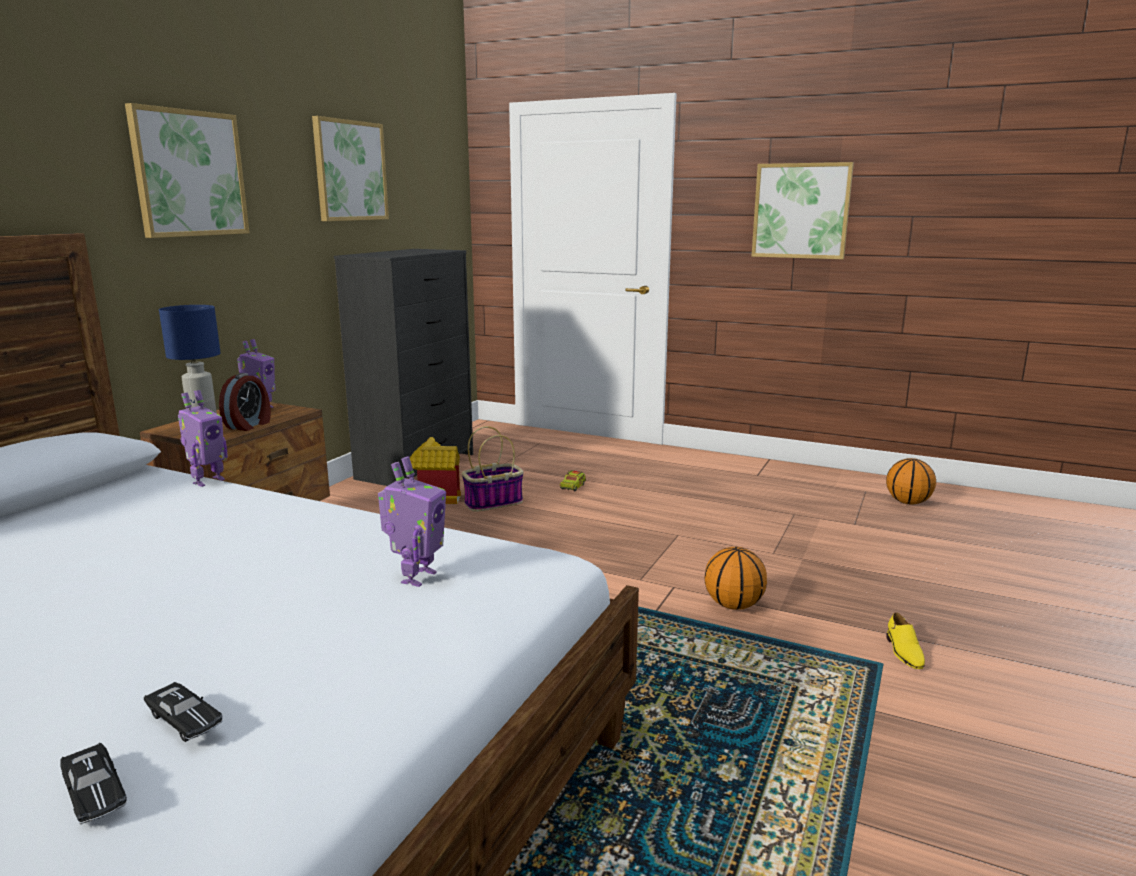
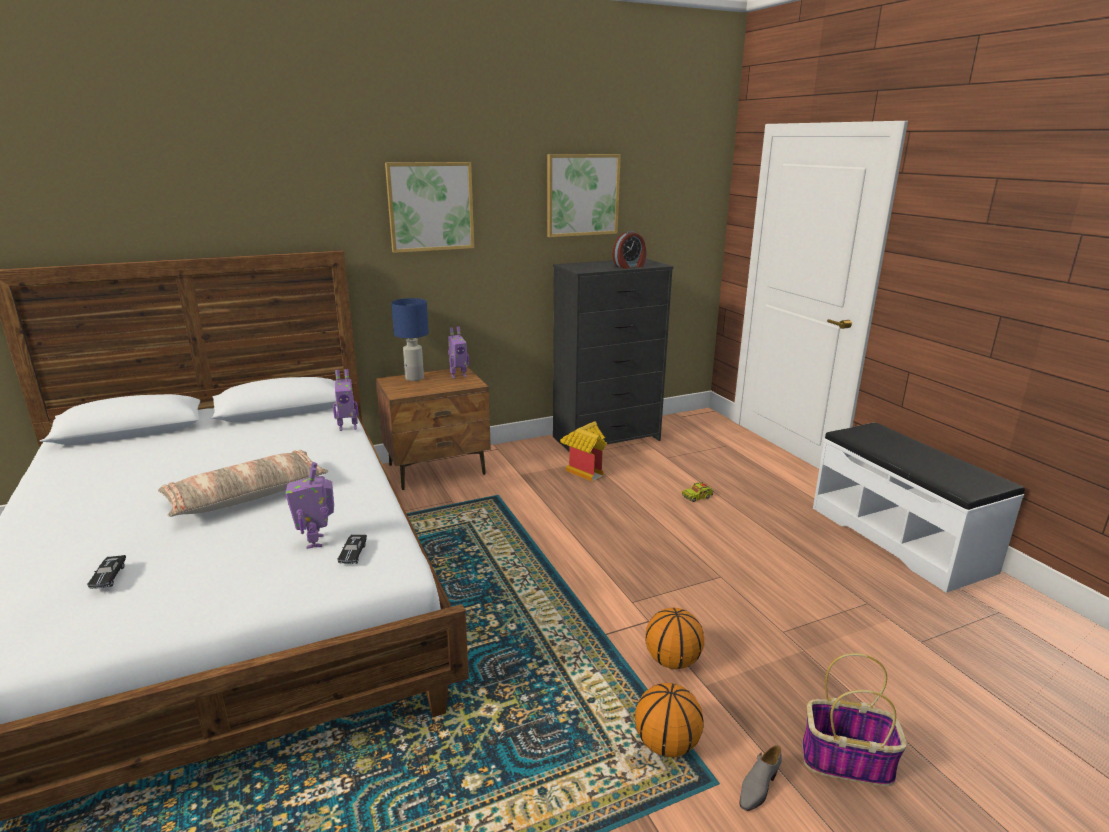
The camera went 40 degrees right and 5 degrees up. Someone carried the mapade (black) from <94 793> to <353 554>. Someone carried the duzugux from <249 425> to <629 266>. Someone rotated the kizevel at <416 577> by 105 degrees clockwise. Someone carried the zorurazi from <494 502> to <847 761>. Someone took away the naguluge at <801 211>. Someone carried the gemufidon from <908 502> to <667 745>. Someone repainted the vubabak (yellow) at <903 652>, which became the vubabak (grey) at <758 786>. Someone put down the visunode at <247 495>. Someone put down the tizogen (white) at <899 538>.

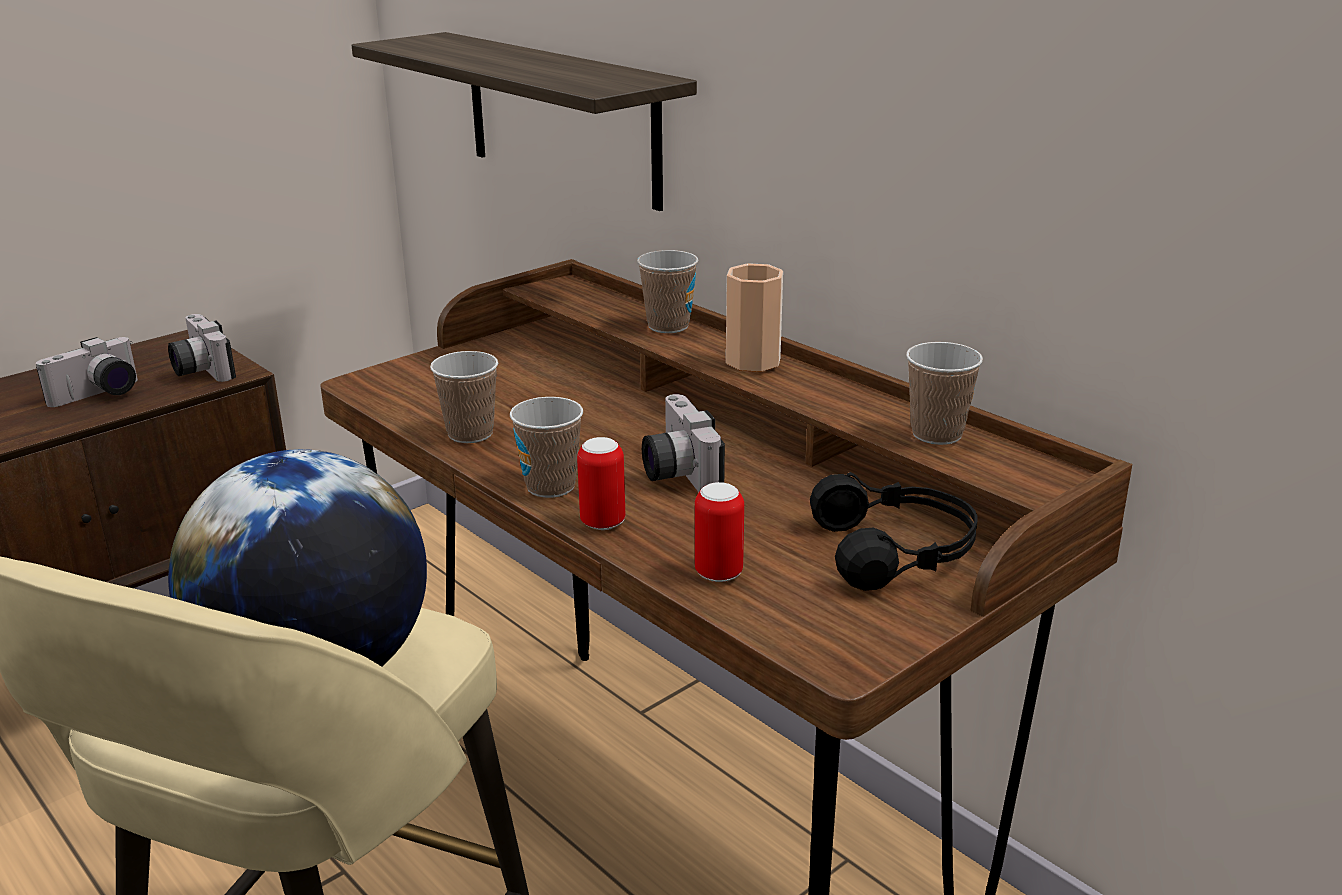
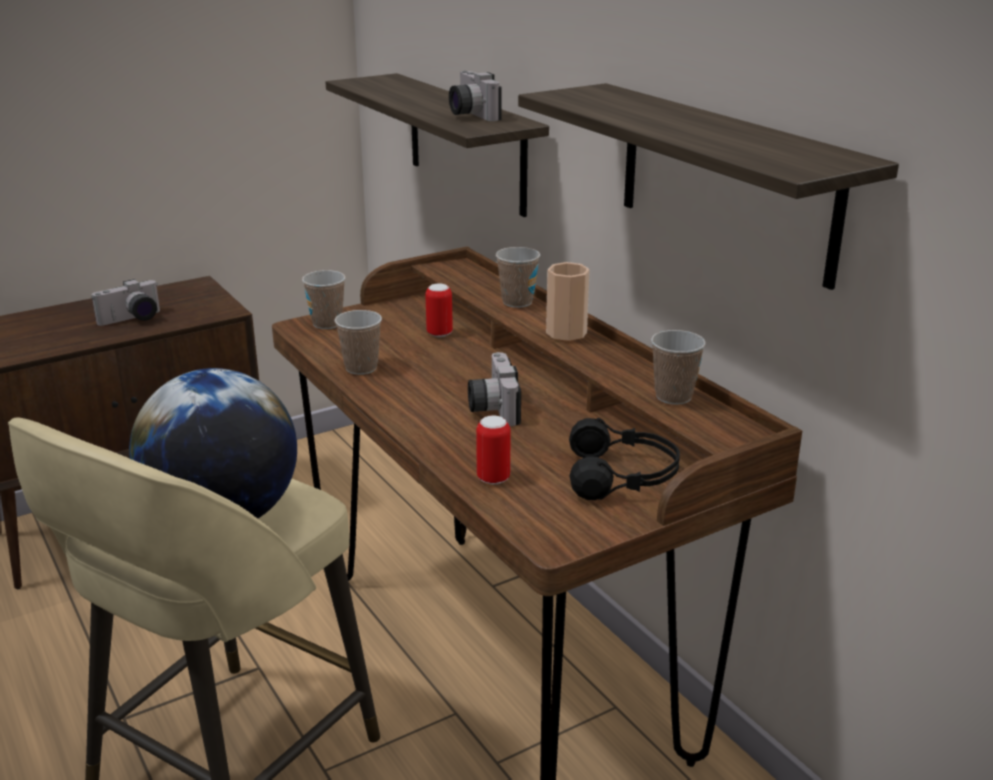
The camera went 10 degrees right and 0 degrees up. Someone carried the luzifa from <199 370> to <469 114>. Someone carried the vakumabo from <550 486> to <327 323>. Someone carried the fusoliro from <603 522> to <439 333>. Someone put up the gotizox at <725 181>.

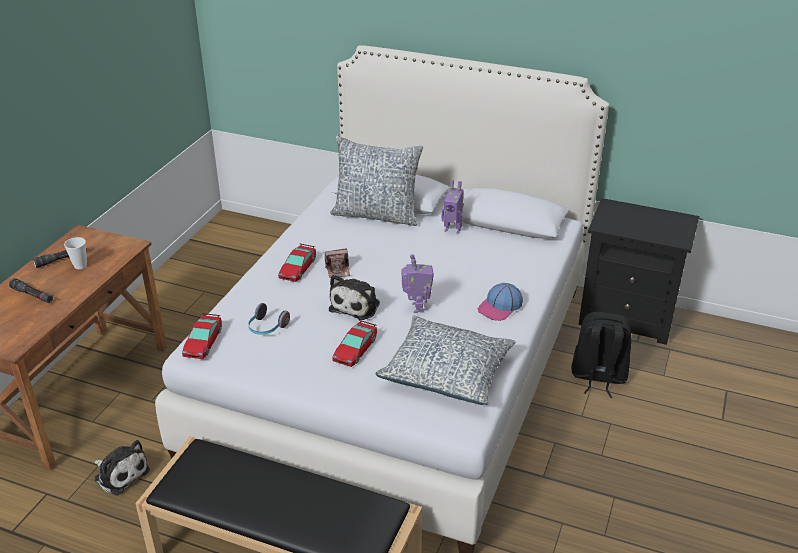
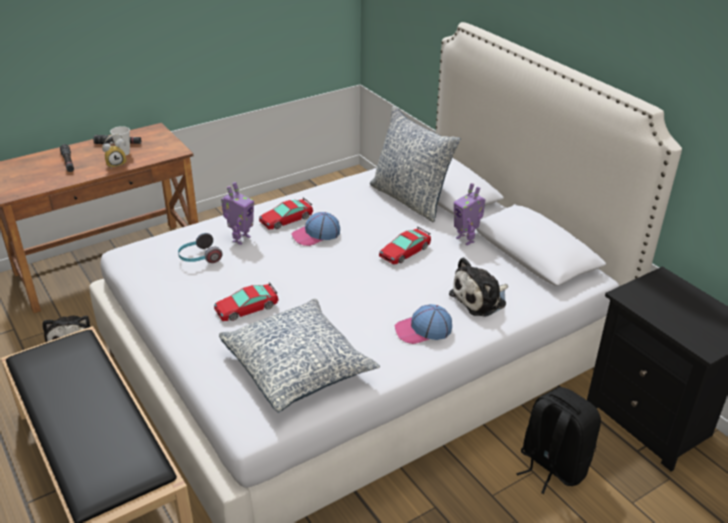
The camera went 35 degrees right and 0 degrees up. Someone carried the mapade from <203 342> to <405 251>. Someone swapped the luzifa at <338 271> for the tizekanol at <316 235>. Someone carried the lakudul from <356 305> to <480 299>. Someone carried the kizevel from <416 307> to <240 239>. Someone put down the duzugux at <116 164>.

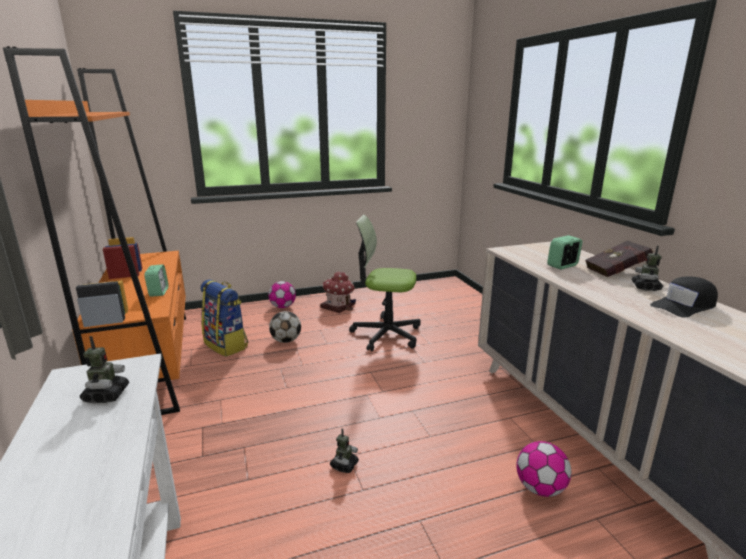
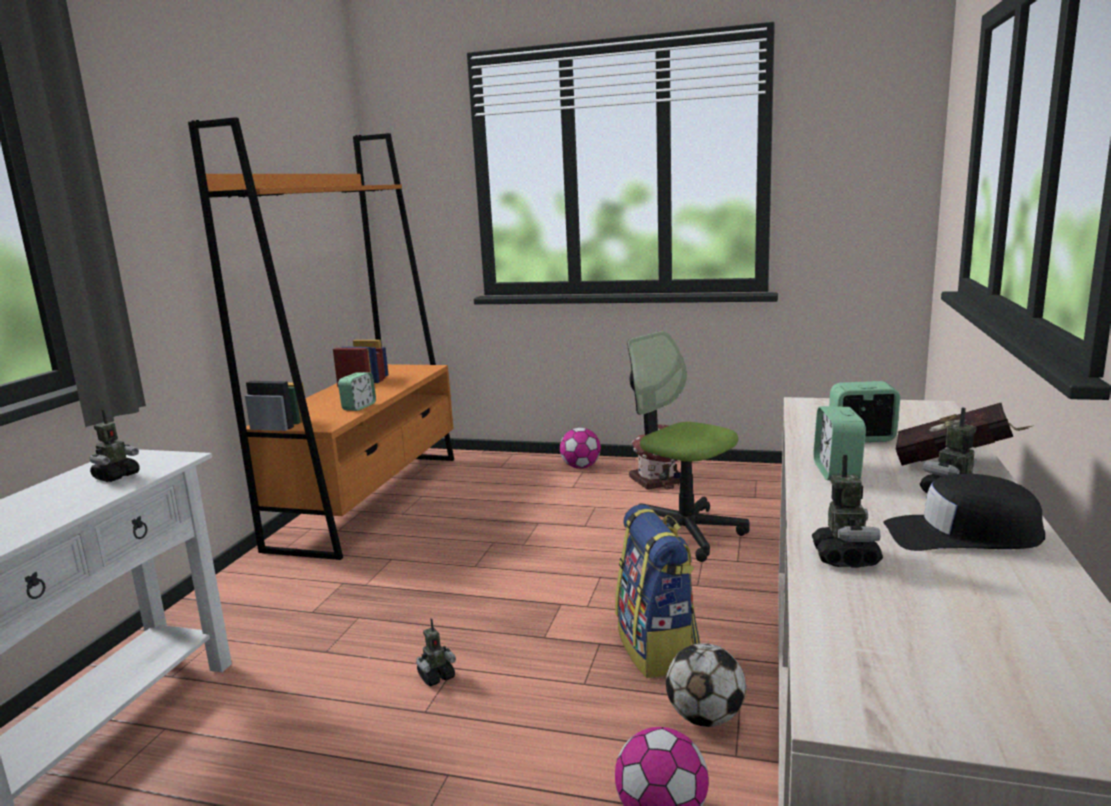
The camera went 35 degrees right and 5 degrees down. Someone carried the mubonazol from <226 345> to <658 649>. Someone carried the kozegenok from <286 341> to <705 717>. Someone put down the kizevel at <845 557>. Someone put down the duzugux at <837 472>.

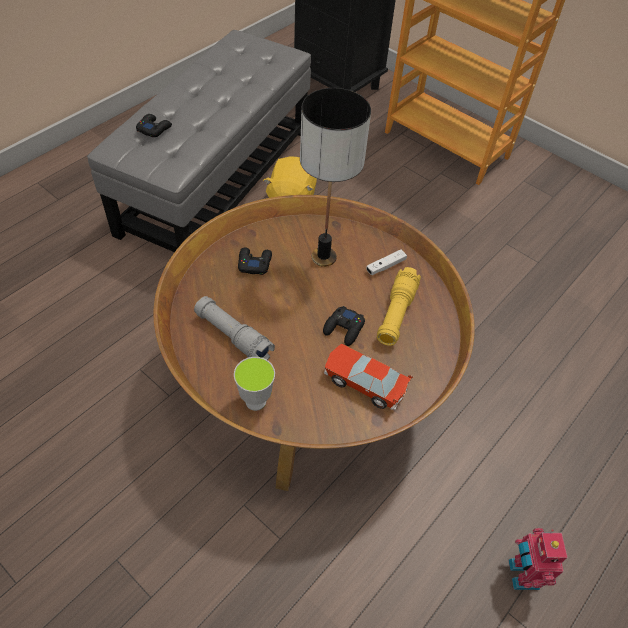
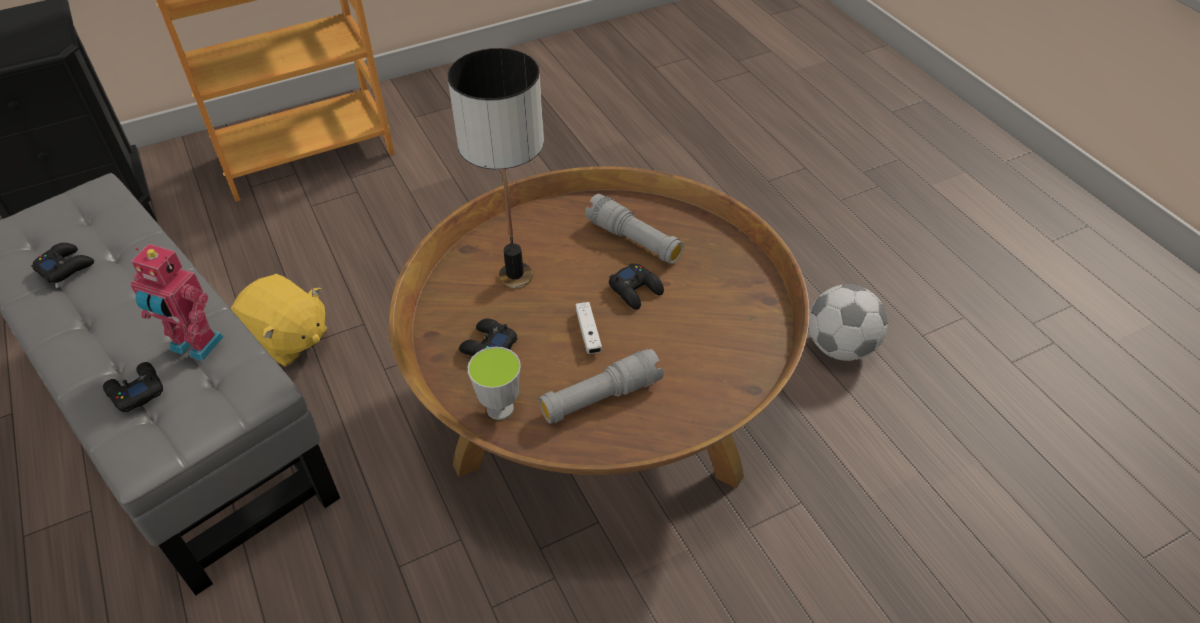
The camera went 65 degrees left and 5 degrees down. Someone carried the vakumabo from <255 401> to <500 408>. Someone took away the mapade at <364 382>. Someone carried the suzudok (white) from <385 266> to <588 333>. Someone repainted the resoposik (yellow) at <396 313>, which became the resoposik (grey) at <634 240>. Someone carried the kizevel from <521 574> to <194 346>. Someone put down the suzudok (black) at <66 267>. Someone put down the kozegenok at <840 347>.

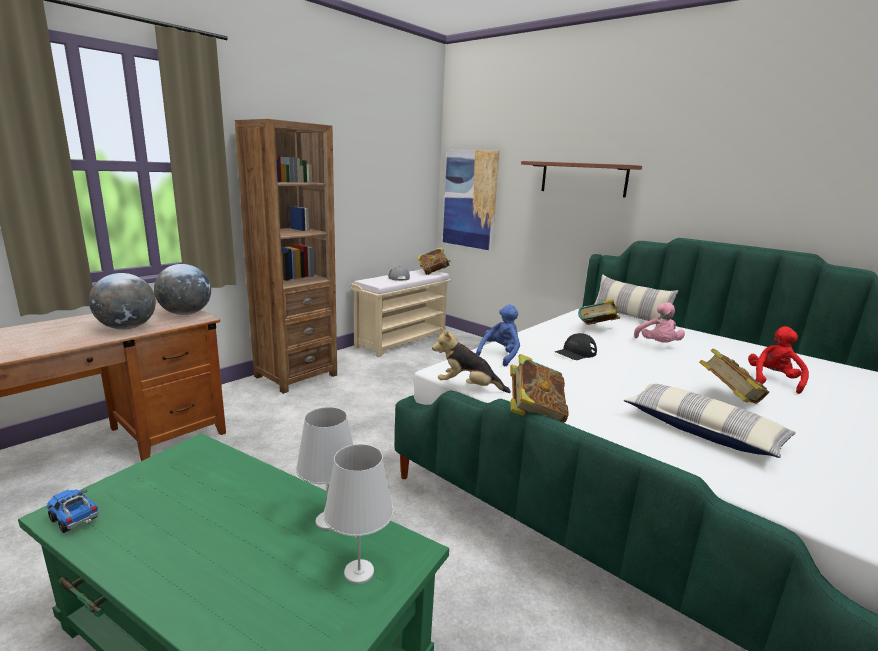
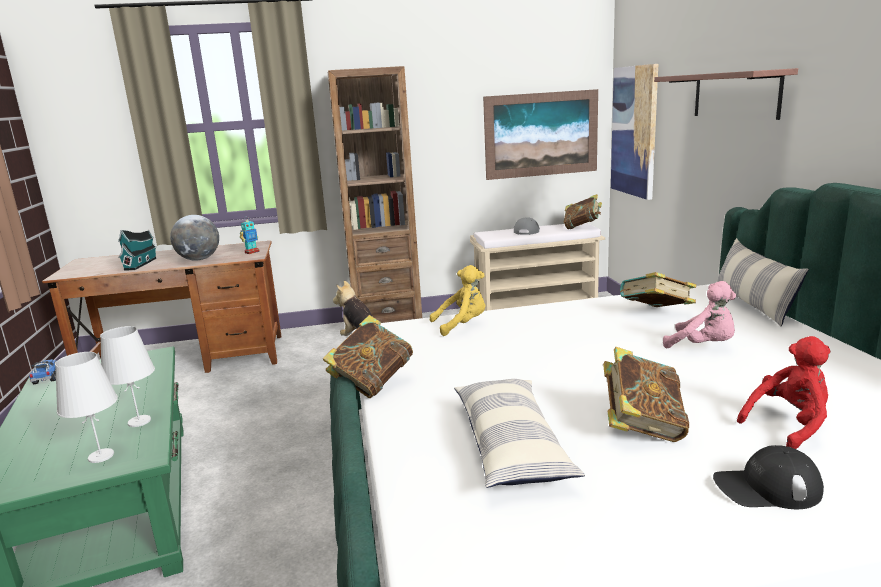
The camera went 40 degrees right and 0 degrees up. Someone swapped the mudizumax at <186 313> for the kizevel at <252 252>. Someone repainted the lakudul (blue) at <500 355>, which became the lakudul (yellow) at <462 325>. Someone carried the tizekanol (black) from <575 353> to <766 488>. Someone rotated the lakudul (pink) at <657 345> by 90 degrees counterclockwise. Someone put down the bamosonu at <141 264>. Someone put up the naguluge at <541 134>.

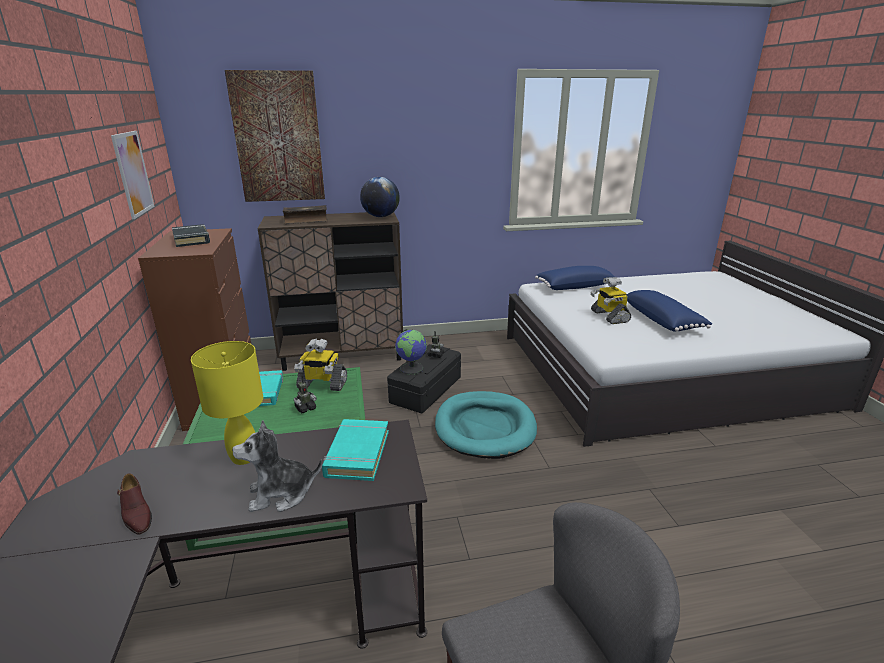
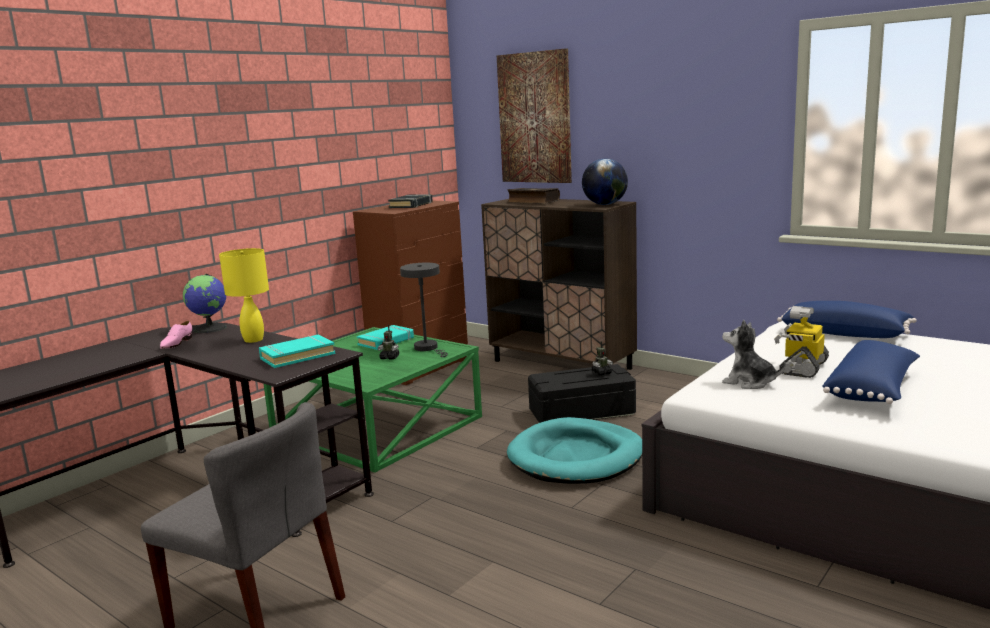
The camera went 50 degrees right and 10 degrees down. Someone took away the naguluge at <133 174>. Someone repainted the vubabak (brown) at <136 514>, which became the vubabak (pink) at <176 343>. Someone carried the lakudul from <281 494> to <749 382>. Someone swapped the kizevel at <322 384> for the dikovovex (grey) at <428 348>. Someone carried the mudizumax from <412 368> to <210 328>.

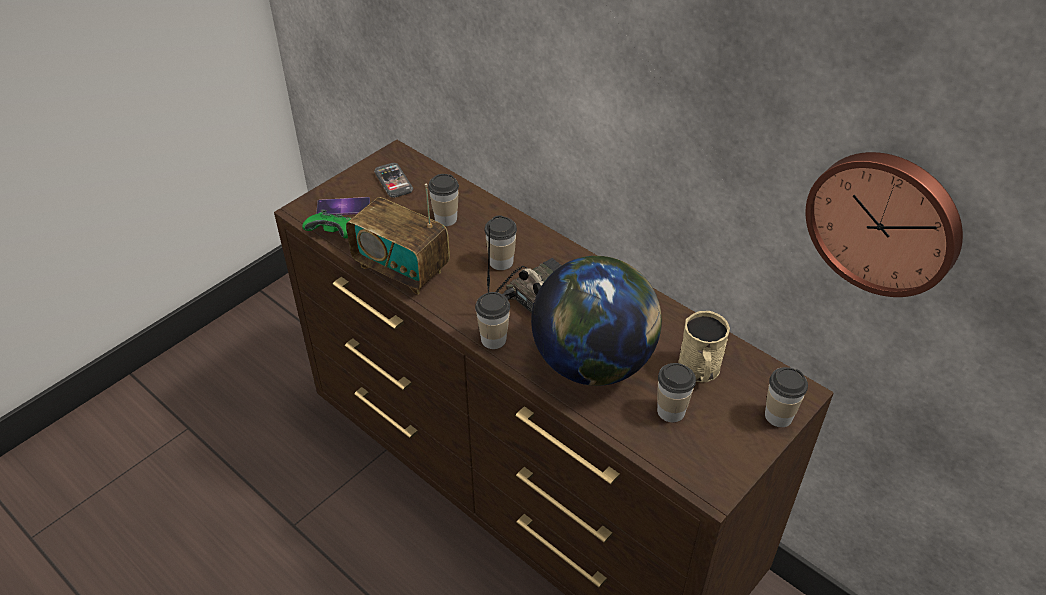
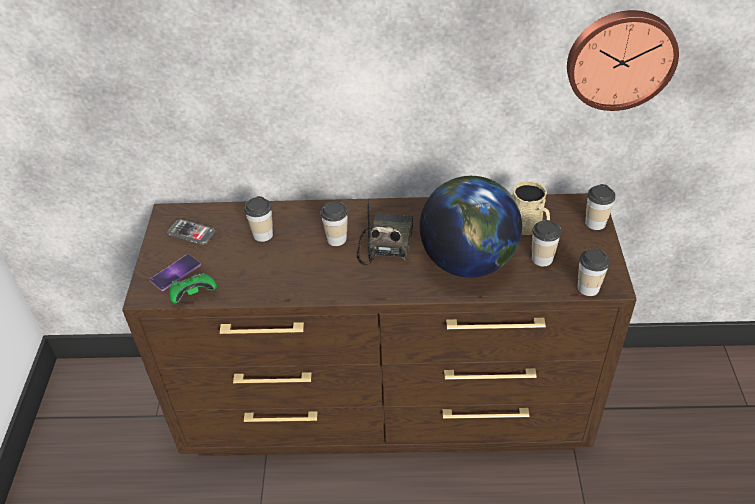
The camera went 40 degrees left and 0 degrees up. Someone took away the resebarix at <401 269>. Someone carried the vakumabo from <493 339> to <588 288>.

